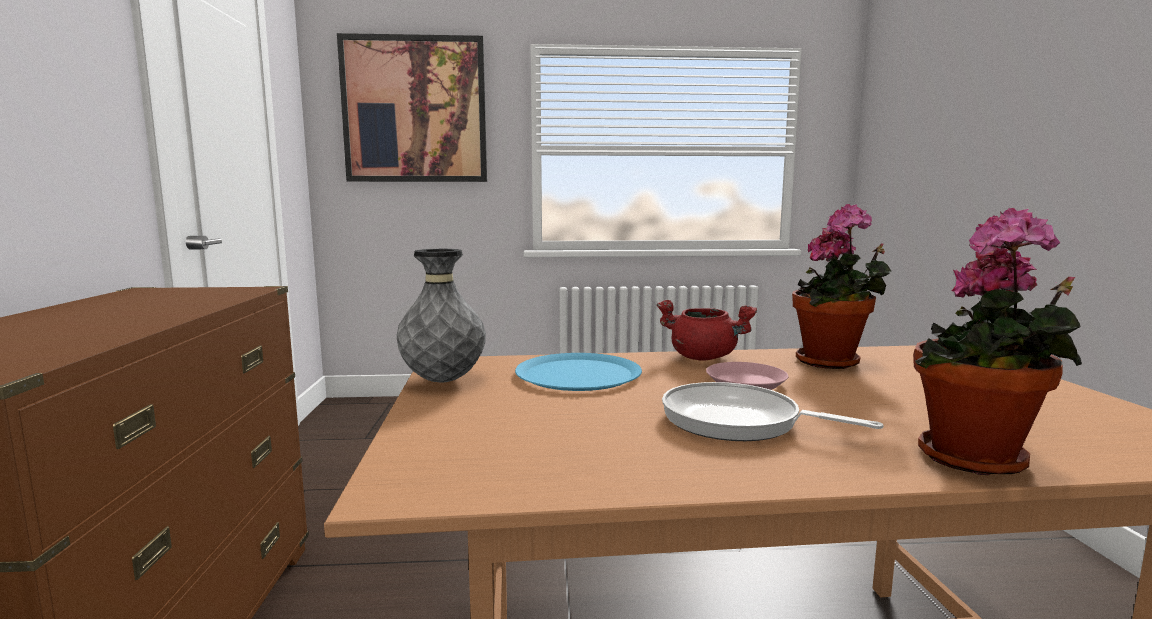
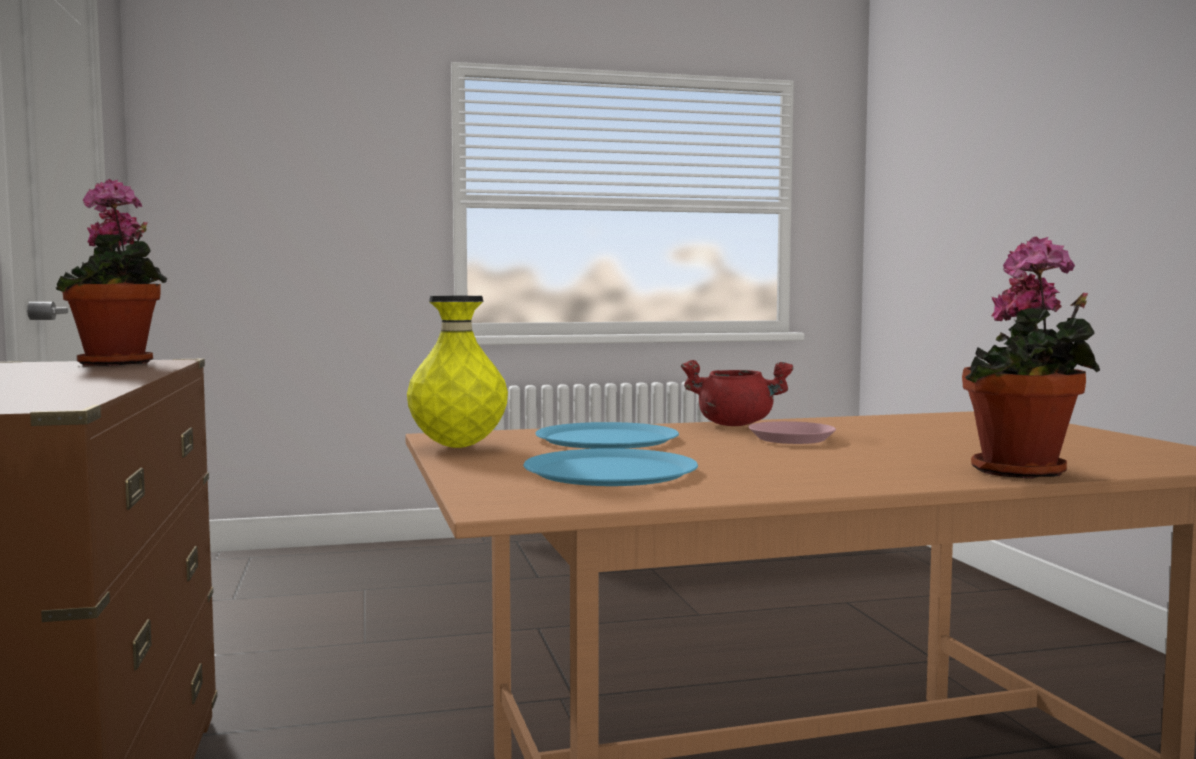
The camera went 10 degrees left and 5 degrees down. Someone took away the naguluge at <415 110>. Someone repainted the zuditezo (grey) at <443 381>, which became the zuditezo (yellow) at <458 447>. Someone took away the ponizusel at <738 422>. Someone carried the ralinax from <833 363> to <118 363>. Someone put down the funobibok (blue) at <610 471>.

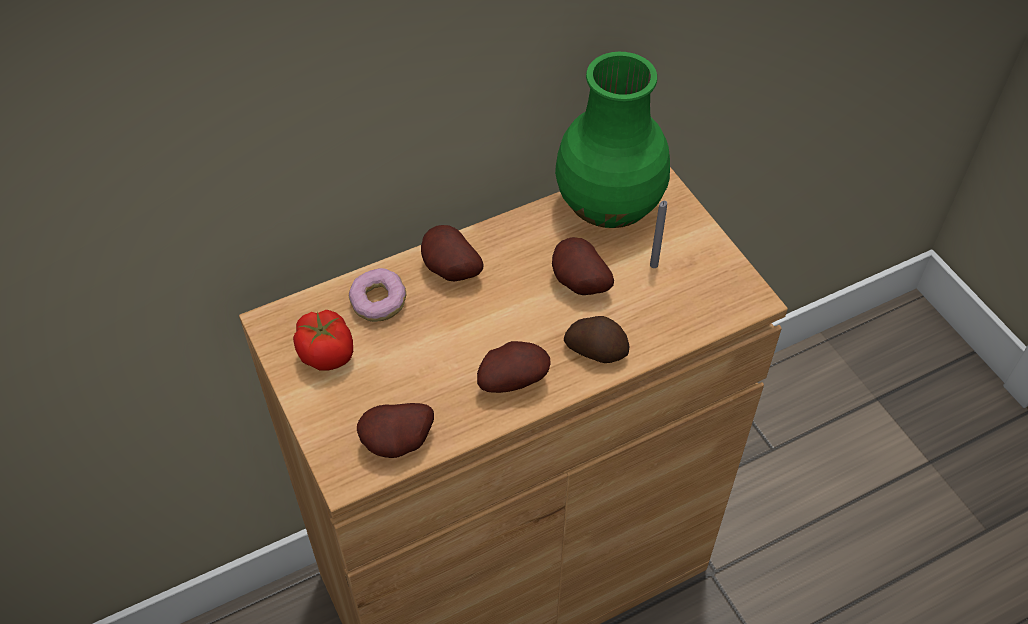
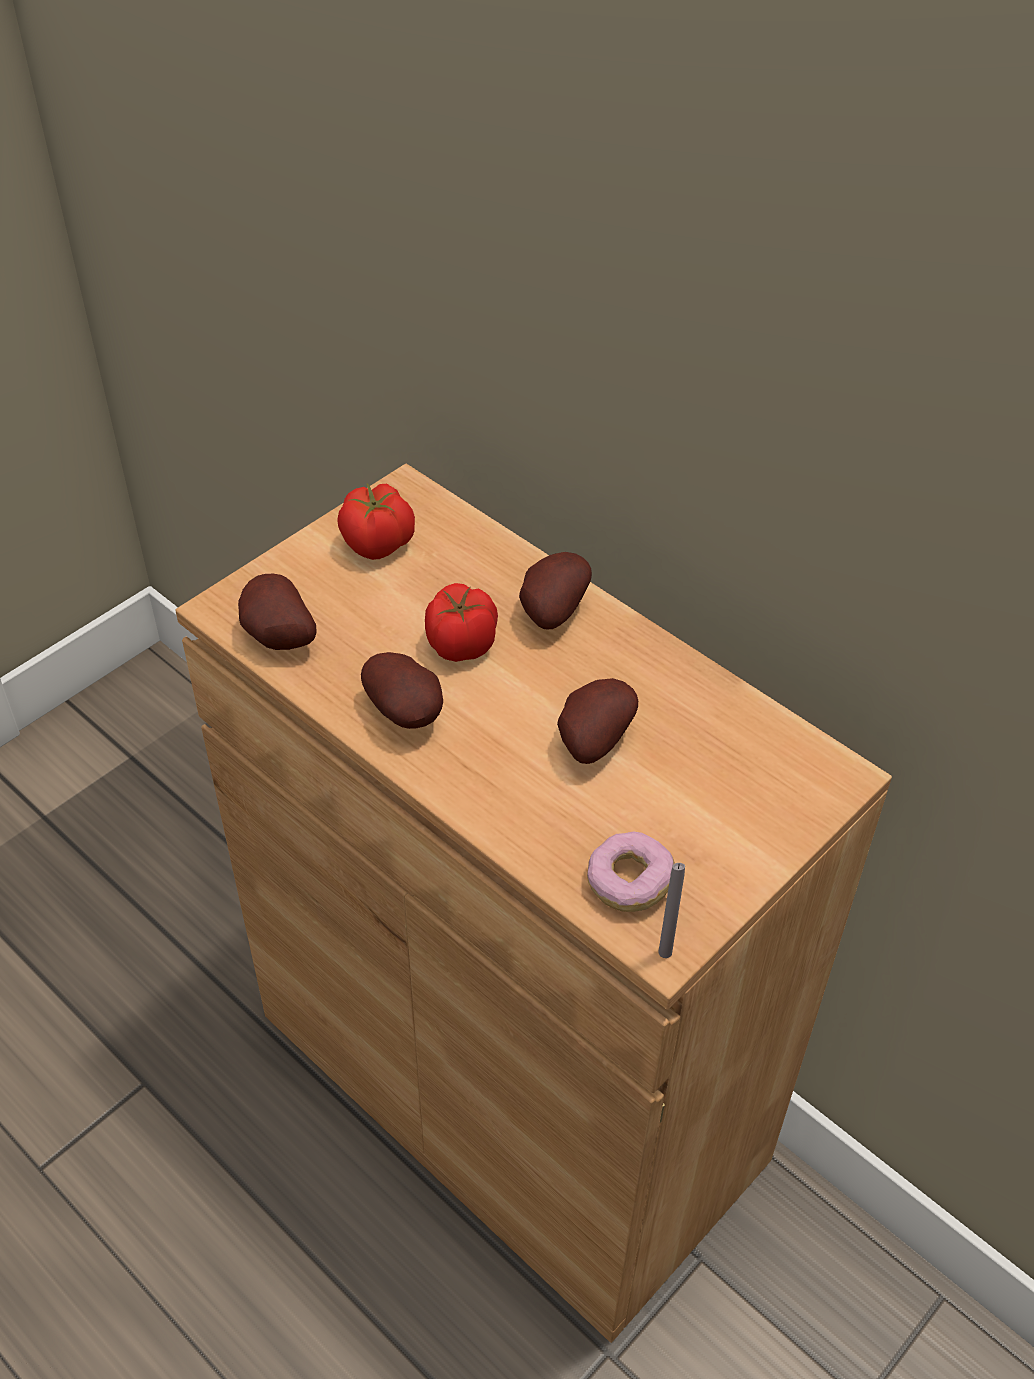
The camera went 70 degrees right and 5 degrees down. Someone carried the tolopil from <378 303> to <629 883>. Someone took away the zuditezo (green) at <607 207>. Someone took away the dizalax at <596 349>. Someone carried the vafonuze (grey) from <654 265> to <665 952>. Someone put down the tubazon at <460 645>.

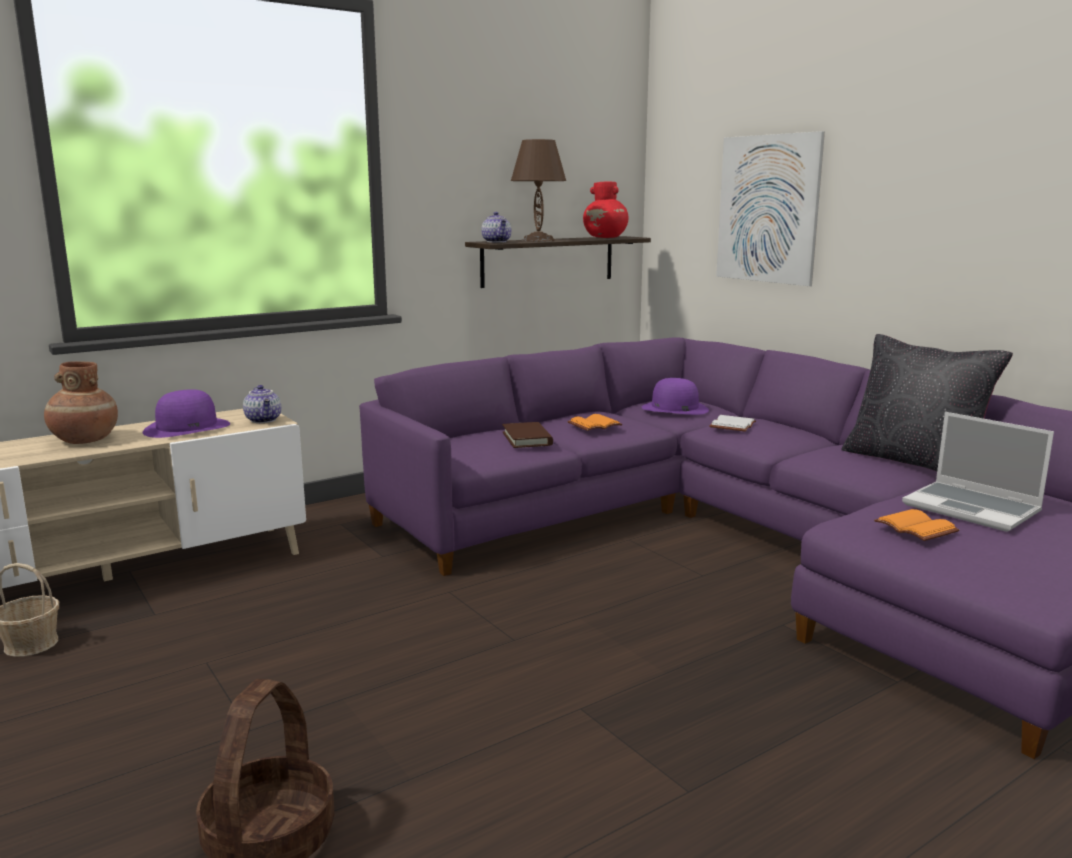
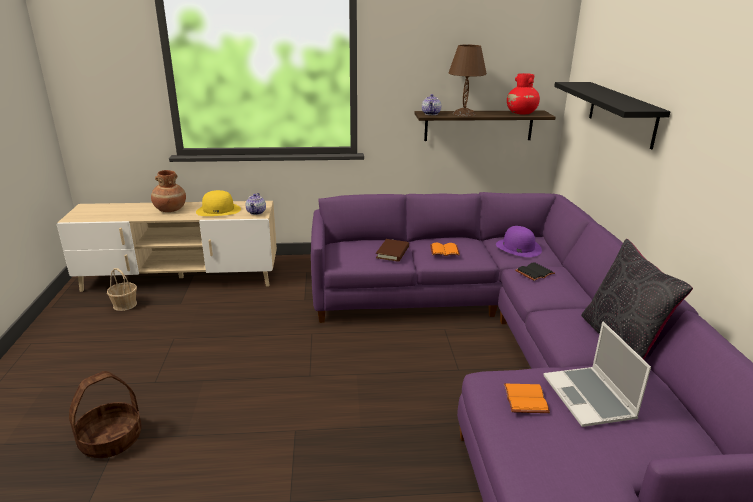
The camera went 30 degrees right and 10 degrees up. Someone repainted the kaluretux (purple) at <187 427>, which became the kaluretux (yellow) at <218 210>. Someone repainted the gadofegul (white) at <731 425>, which became the gadofegul (black) at <534 272>. Someone swapped the naguluge at <767 209> for the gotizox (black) at <621 113>.

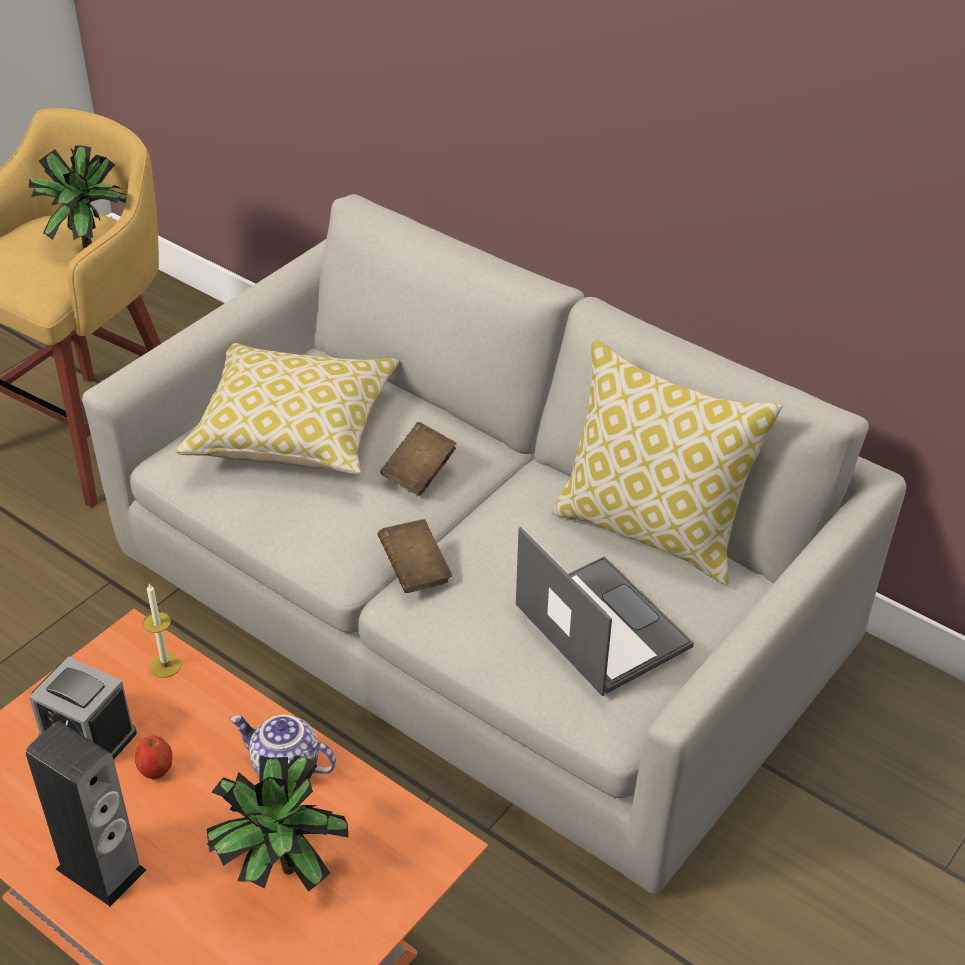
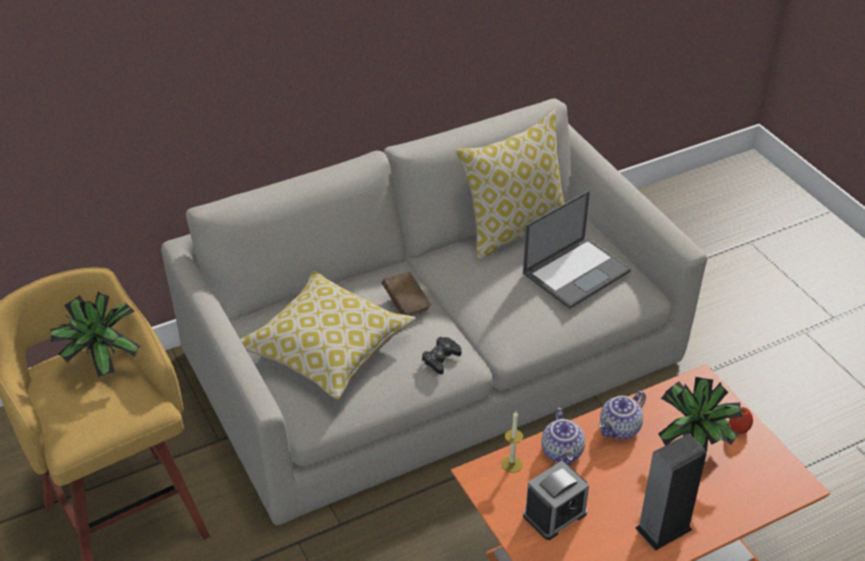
The camera went 65 degrees left and 0 degrees up. Someone carried the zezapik from <156 770> to <739 429>. Someone took away the gadofegul (brown) at <415 570>. Someone rotated the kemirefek at <600 625> by 150 degrees clockwise. Someone put down the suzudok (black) at <441 359>. Someone put down the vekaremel at <563 452>.

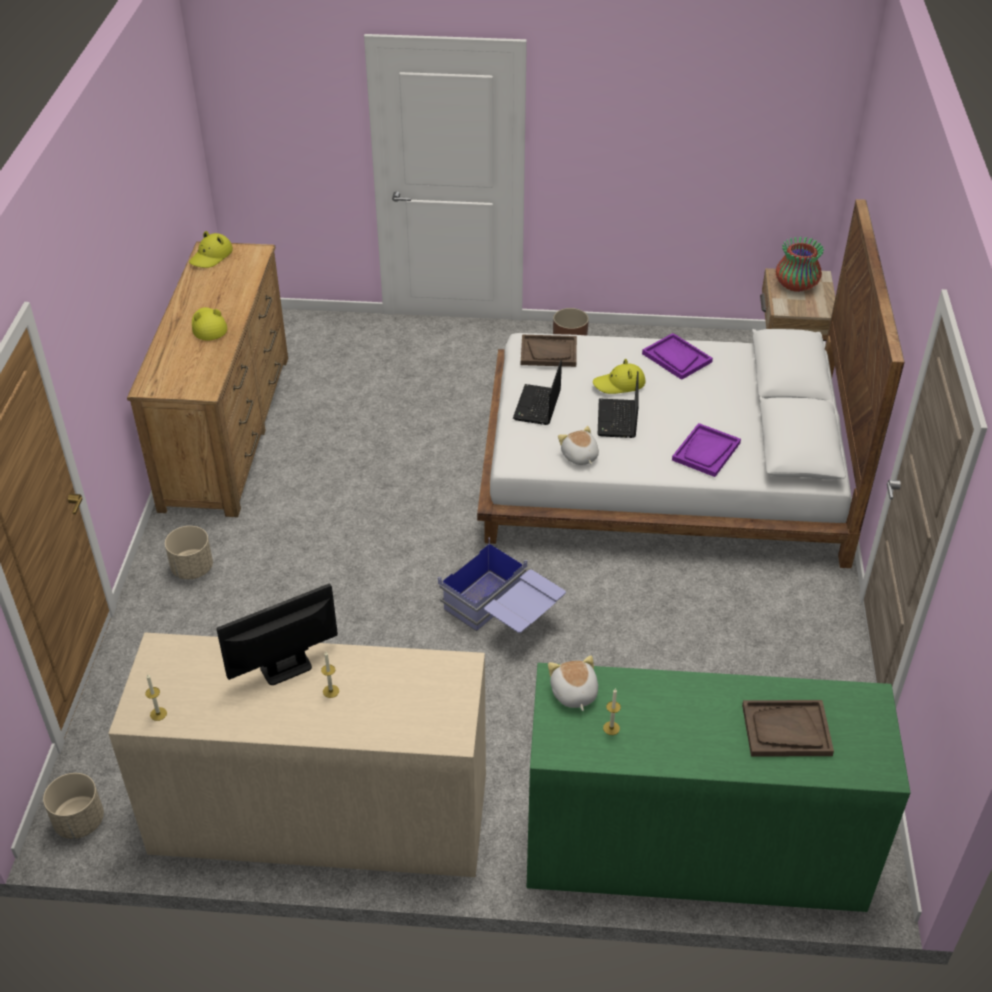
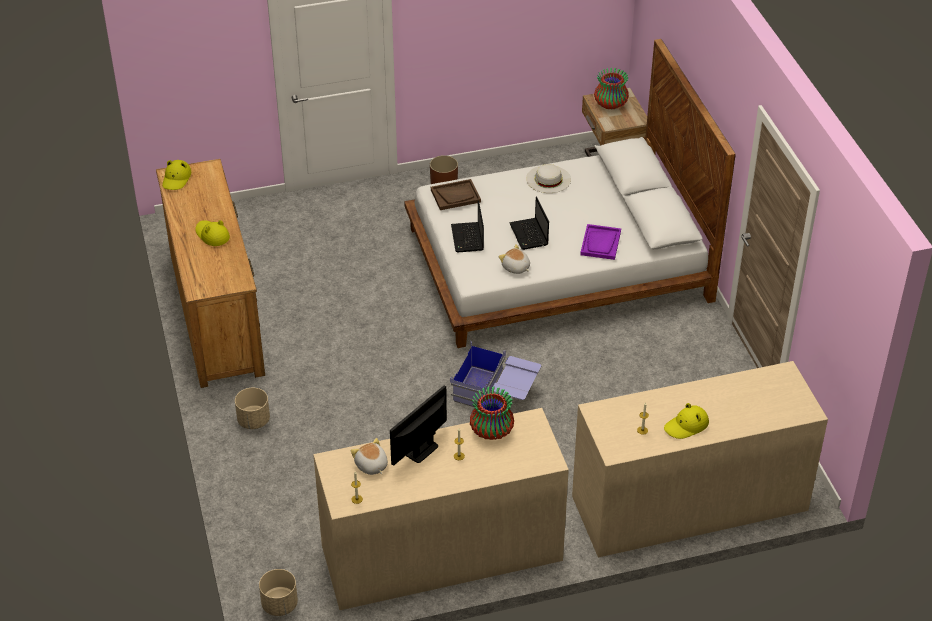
The camera went 20 degrees left and 0 degrees up. Someone repainted the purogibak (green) at <693 845>, which became the purogibak (beige) at <689 503>. Someone carried the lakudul from <573 693> to <371 466>. Someone carried the kaluretux (yellow) from <619 384> to <686 426>. Someone swapped the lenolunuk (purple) at <676 358> for the kaluretux (white) at <548 179>. Someone took away the lenolunuk (brown) at <786 730>. Someone put down the zuditezo at <491 430>.

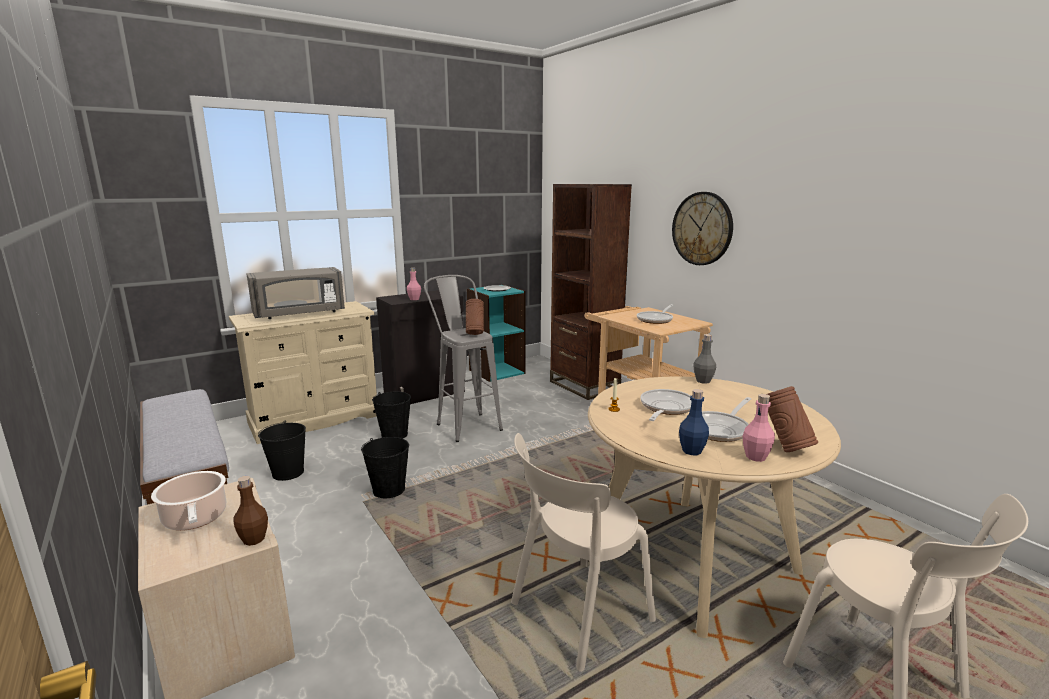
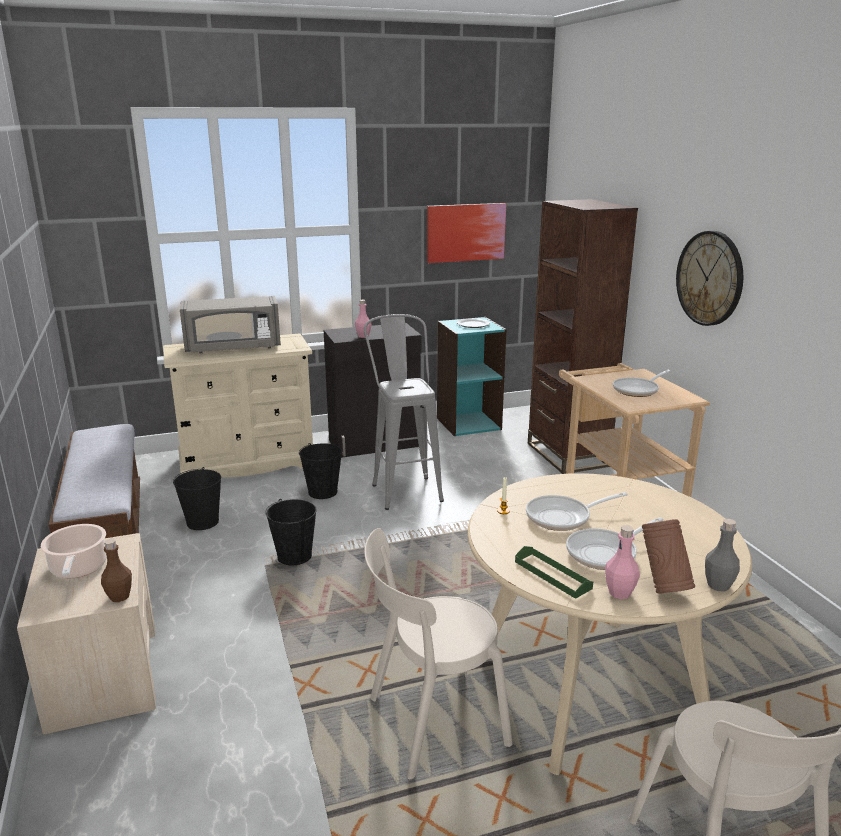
The camera went 15 degrees right and 5 degrees up. Someone took away the zuditezo (brown) at <475 334>. Someone rotated the ponizusel at <665 408> by 150 degrees counterclockwise. Someone swapped the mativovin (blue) at <691 451> for the lenolunuk (green) at <552 575>. Someone carried the mativovin (grey) from <703 381> to <718 585>. Someone put up the naguluge at <465 232>.

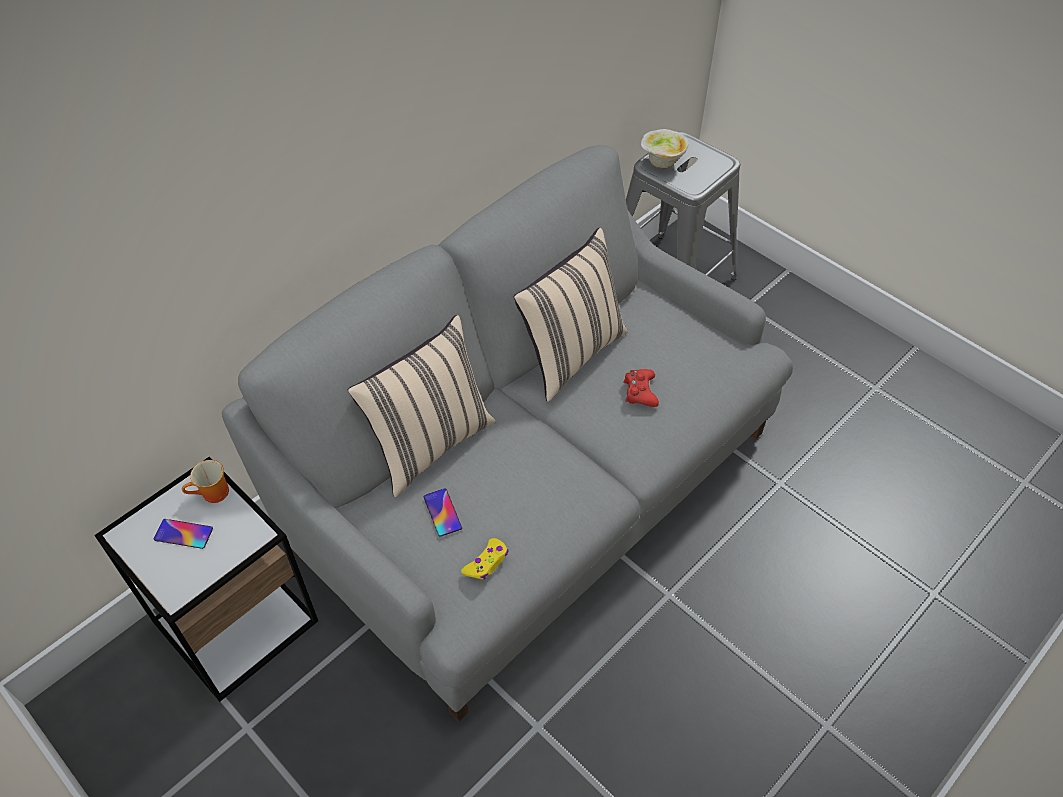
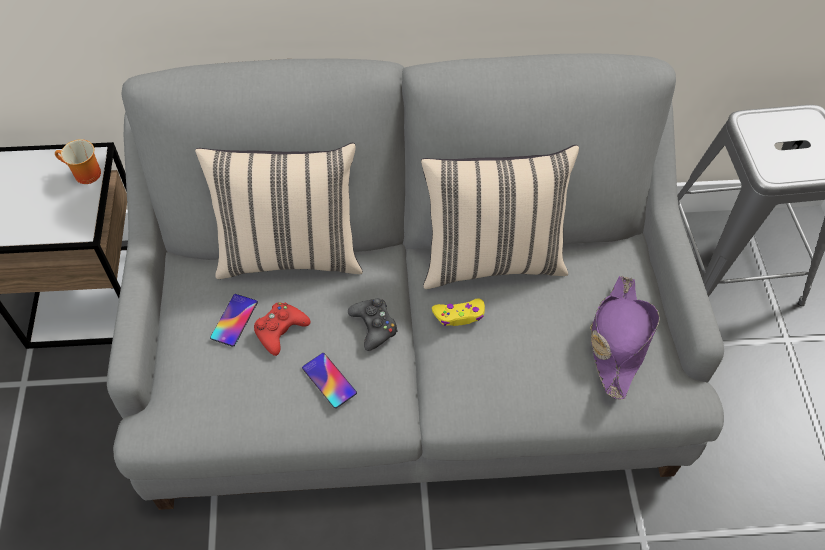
The camera went 40 degrees right and 5 degrees up. Someone carried the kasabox from <183 534> to <329 380>. Someone carried the suzudok (yellow) from <487 563> to <459 315>. Someone carried the suzudok (red) from <640 392> to <280 330>. Someone took away the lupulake at <661 162>. Someone put down the suzudok (black) at <374 326>. Someone put down the kaluretux (purple) at <618 340>.

